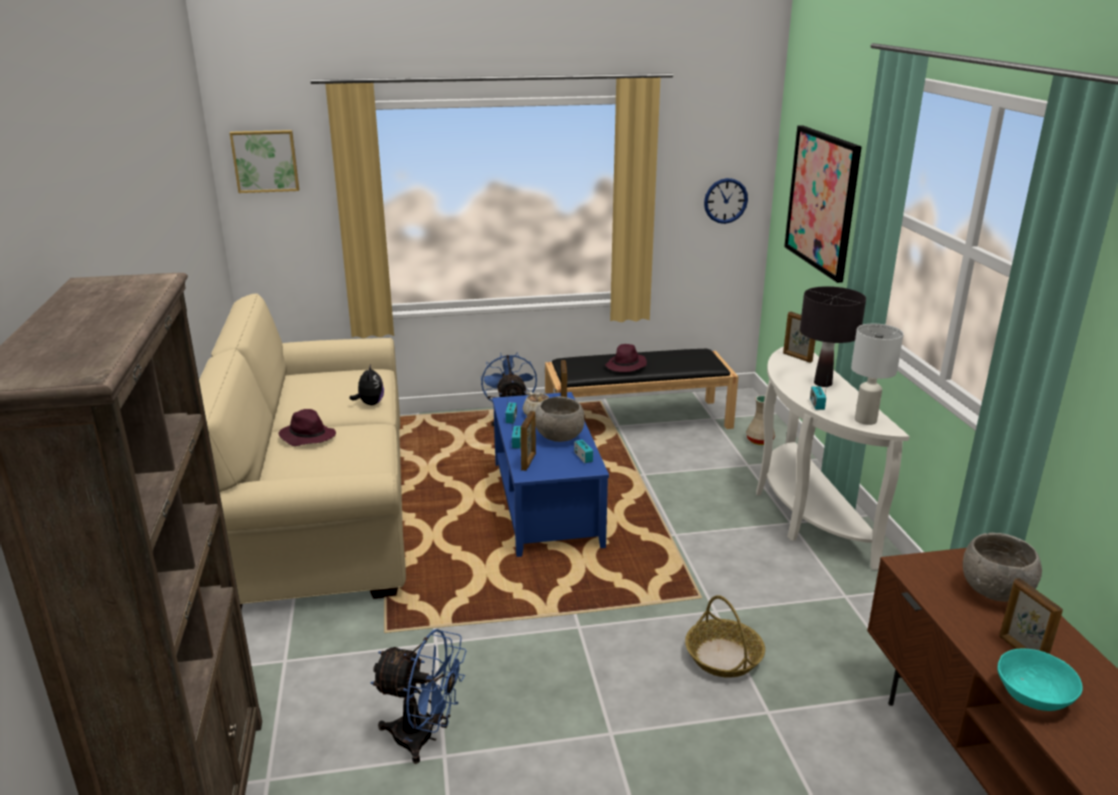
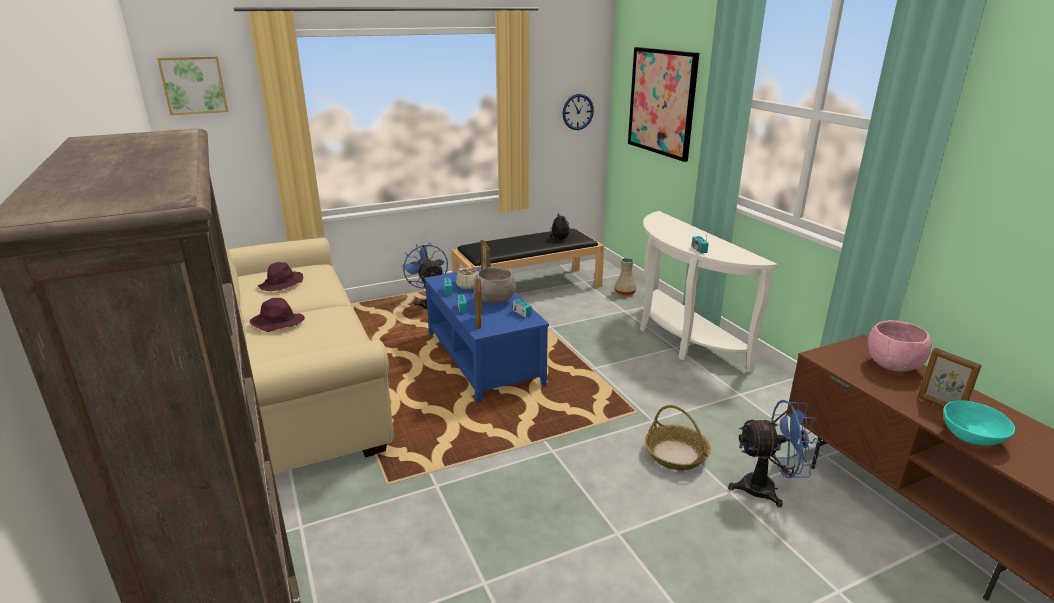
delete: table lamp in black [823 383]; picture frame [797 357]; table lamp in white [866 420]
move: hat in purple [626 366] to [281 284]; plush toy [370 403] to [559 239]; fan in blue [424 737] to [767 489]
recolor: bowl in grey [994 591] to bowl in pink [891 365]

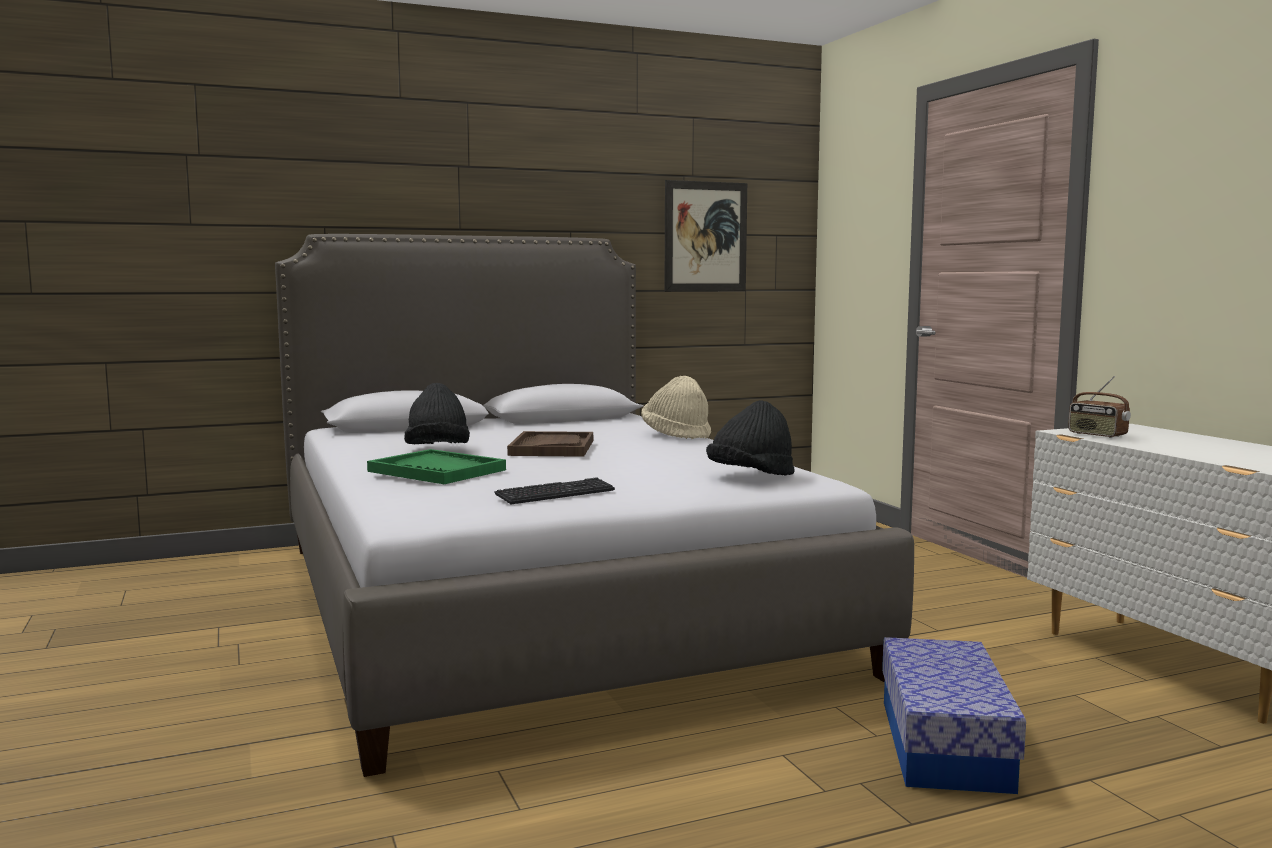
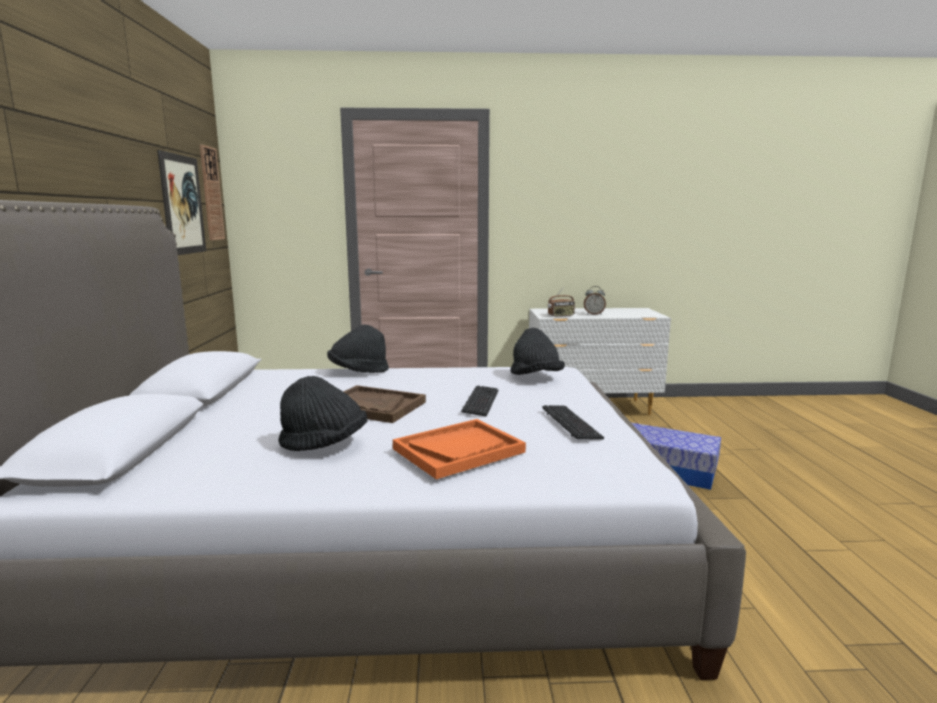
insert: wall clock [211 194]; alarm clock [594 314]; keyboard [481 402]
recolor: hat in beige [676 435] to hat in black [358 372]; tray in green [437 471] to tray in orange [458 450]

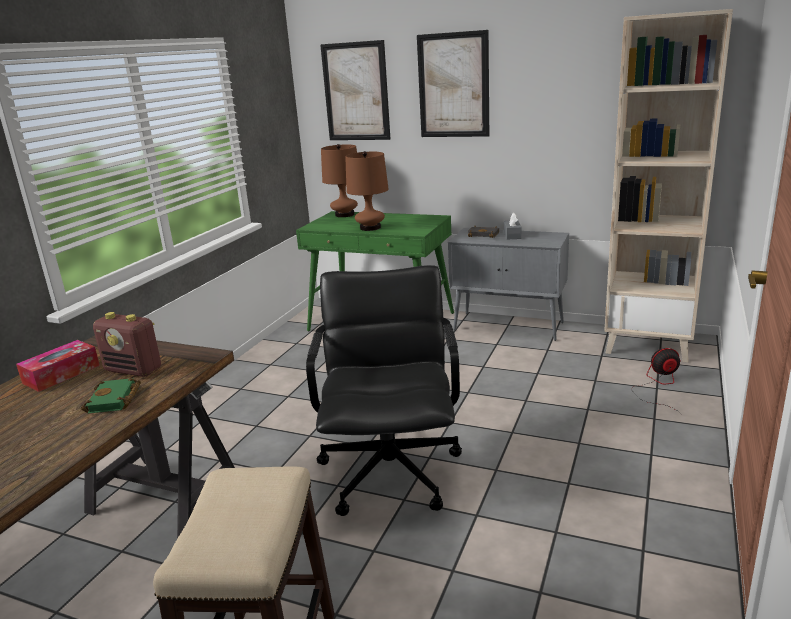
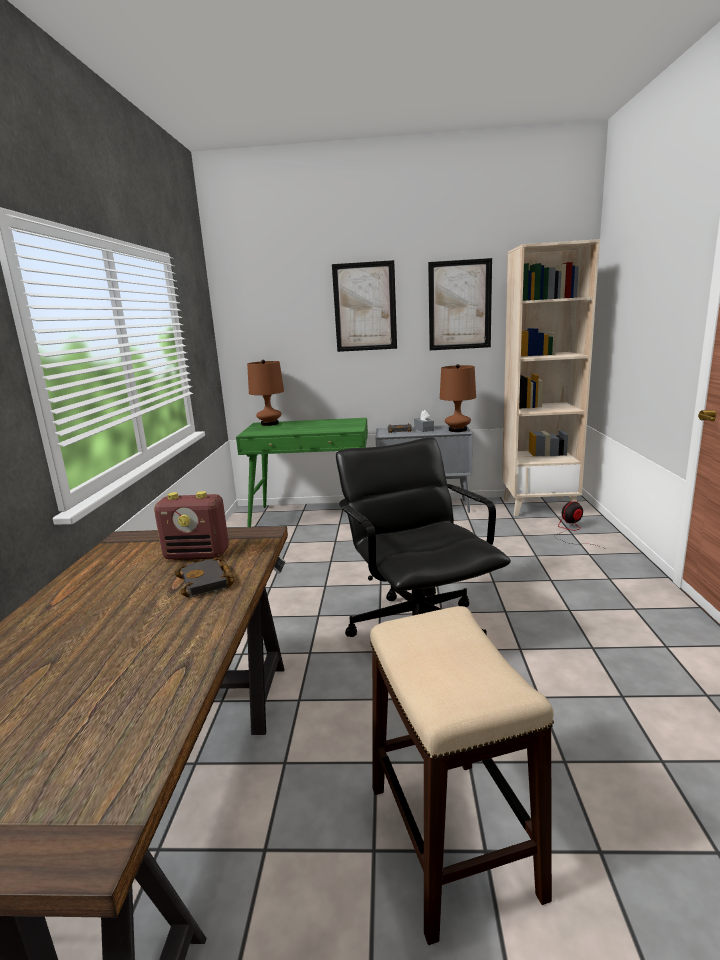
delete: tissue box [61 374]
move: picture [356 92] to [459 305]; table lamp in brown [370 228] to [457 430]
recolor: book in green [115 400] to book in black [207 582]

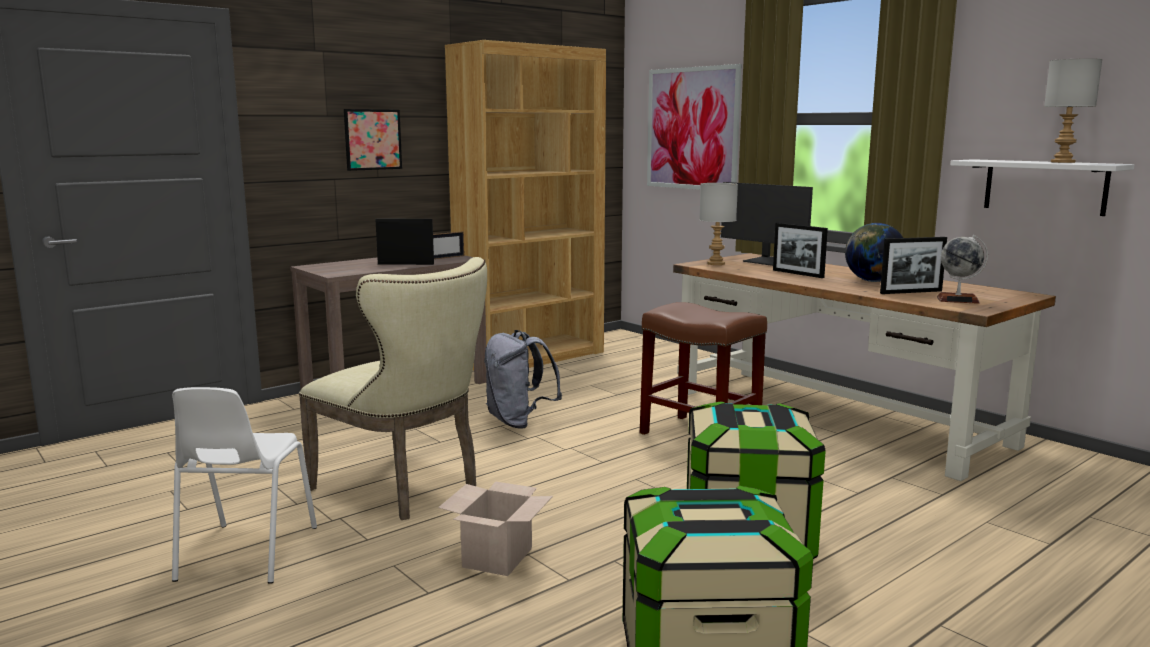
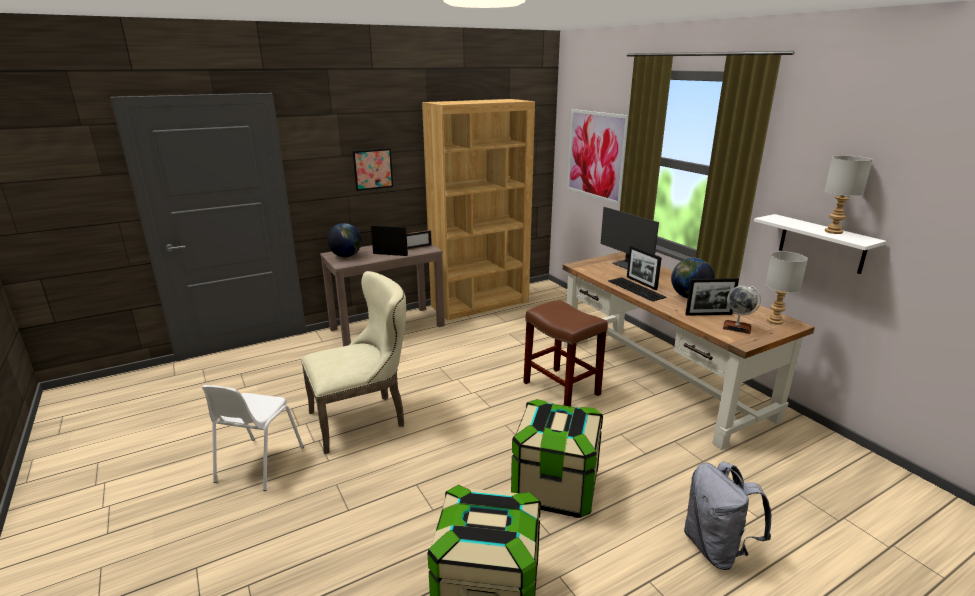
delete: cardboard box [497 556]
insert: globe [346 256]; keyboard [637 289]
move: table lamp in grey [715 263] to [774 321]; backpack in grey [519 422] to [716 548]
rotate: chair in beige [404 488] = [363 419] 75 degrees counterclockwise

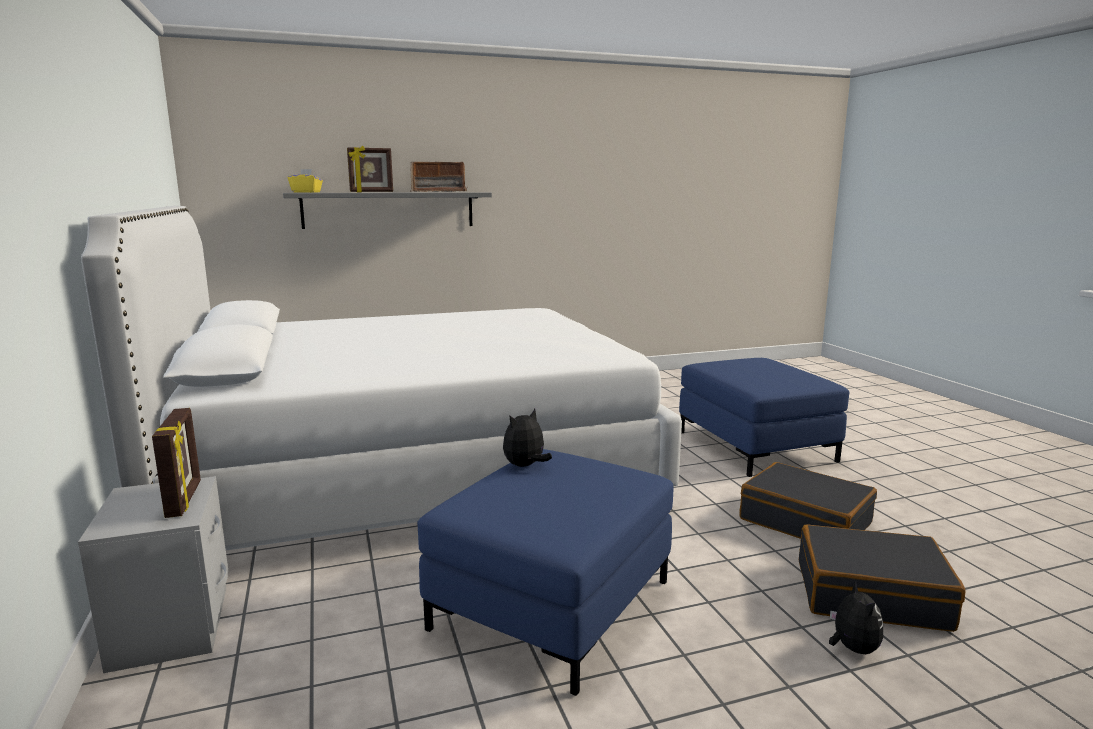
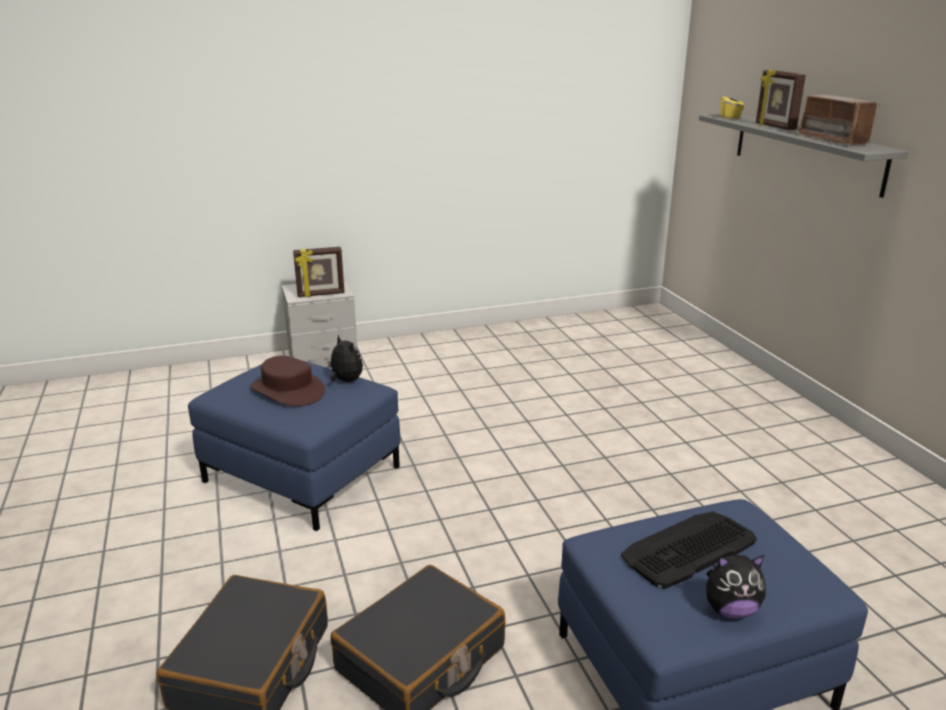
delete: bed in white [413 471]
insert: hat in brown [288 390]; keyboard [688 549]
move: plush toy [852 648] to [730 610]

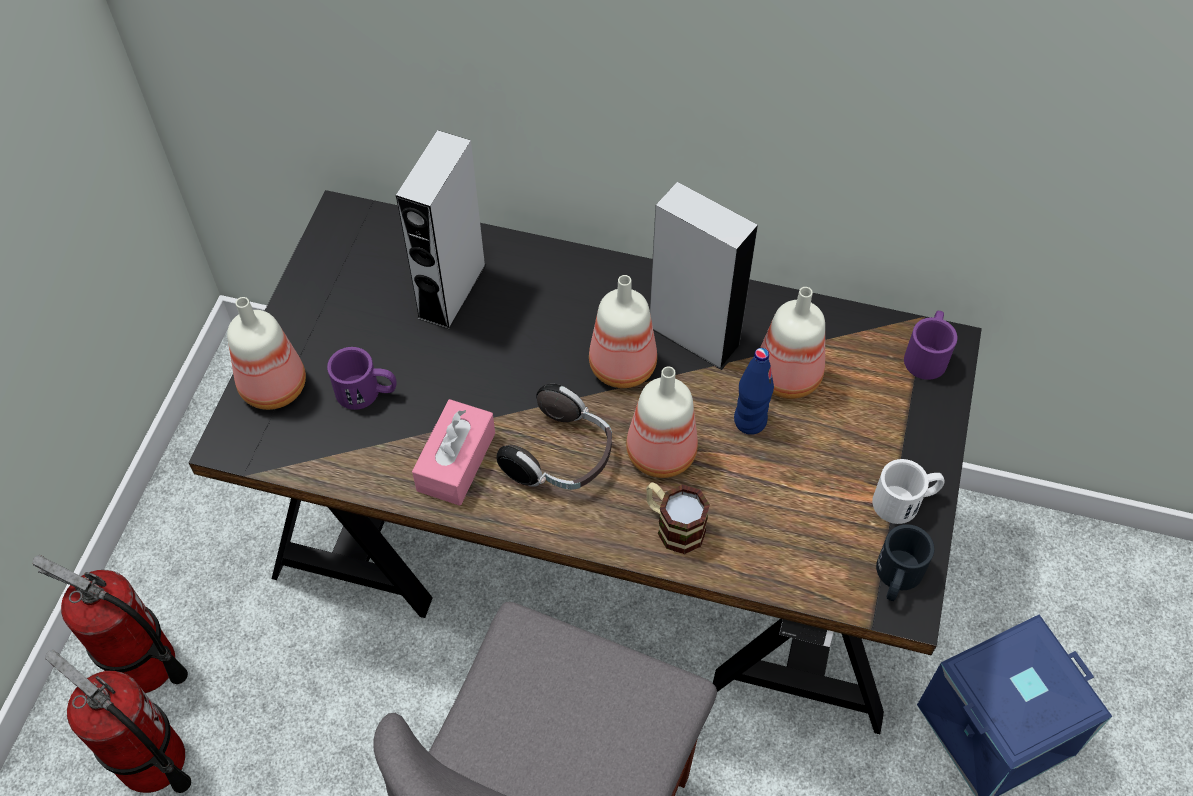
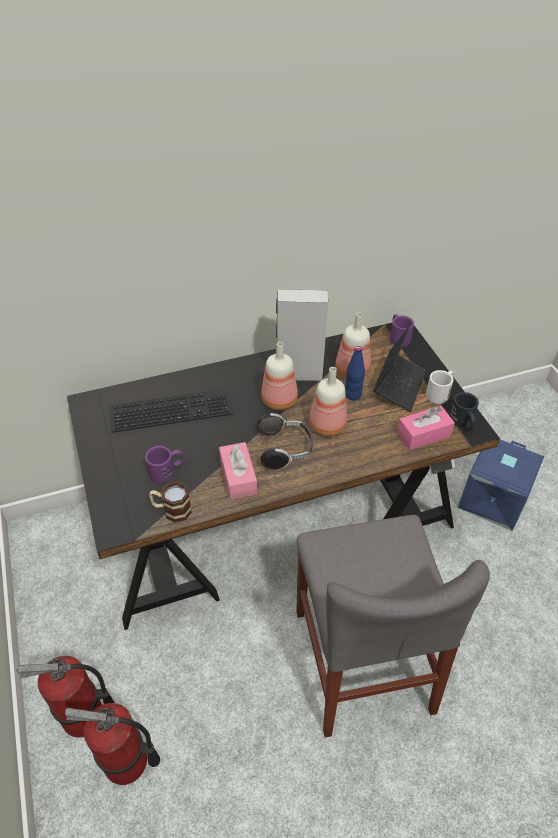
delete: bottle [276 385]
insert: laptop [398 386]; tissue box in pink [423 434]
move: mug [673 525] to [171 510]
replace: speaker in grey [452 291] to keyboard [172 408]

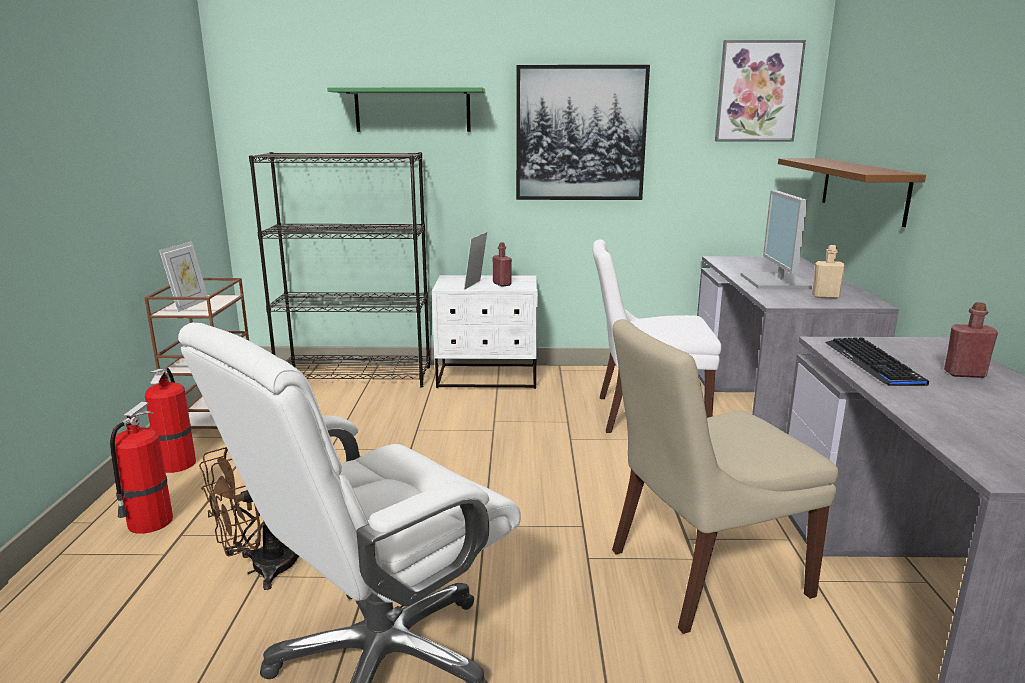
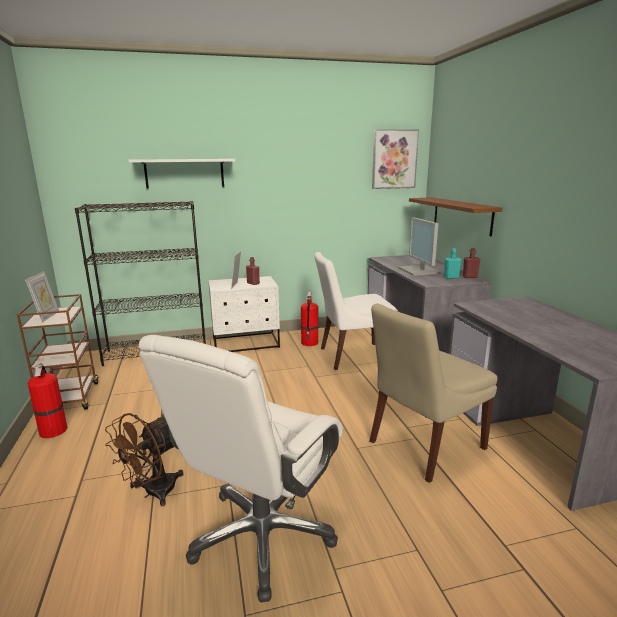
delete: picture [580 134]; keyboard [873 363]
move: bottle in red [964 374] to [470 277]; fire extinguisher [148 523] to [309 343]
recolor: shelf in green [412 110] to shelf in white [184 173]; bottle in beige [825 296] to bottle in turquoise [451 277]

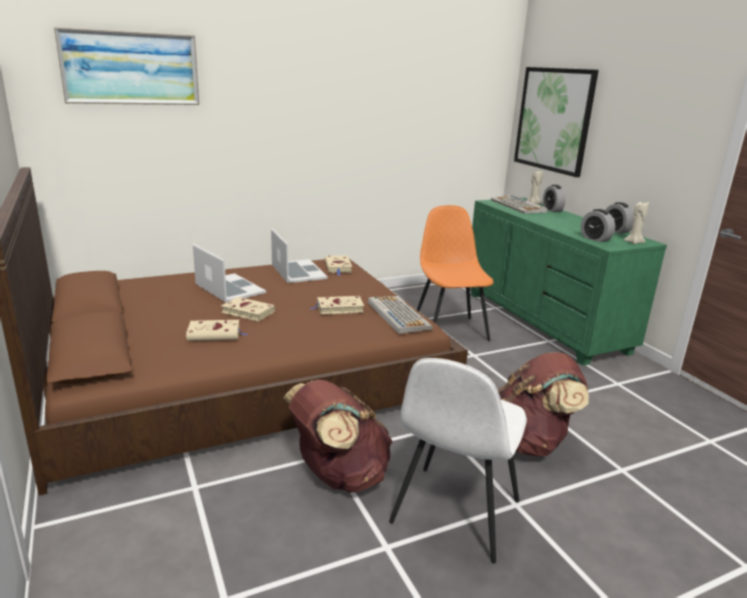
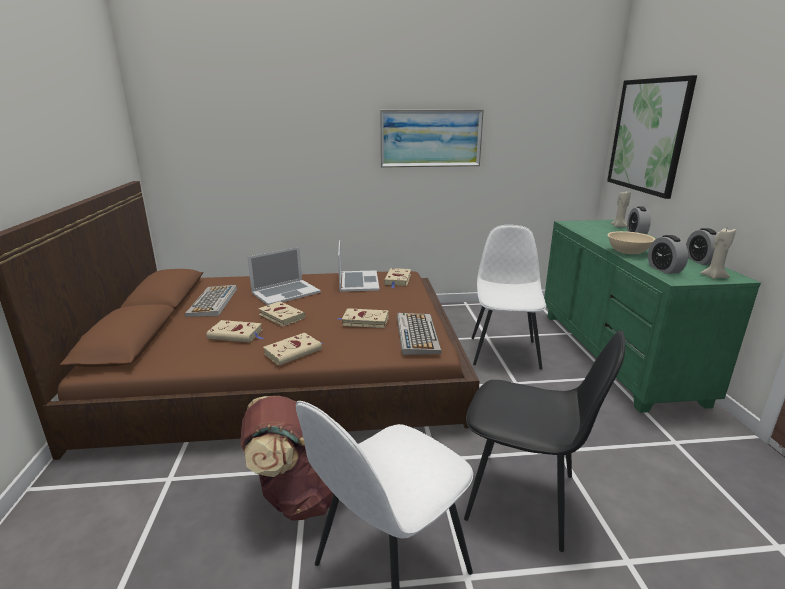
insert: bowl in beige [627 252]; book in beige [294 351]
move: picture [130 68] to [430 138]; keyboard [518 206] to [213 302]
replace: backpack in brown [529 442] to chair in black [524 498]
recolor: chair in orange [449 330] to chair in white [504 351]
rotate: laptop [229 288] = [285 292] 75 degrees clockwise

